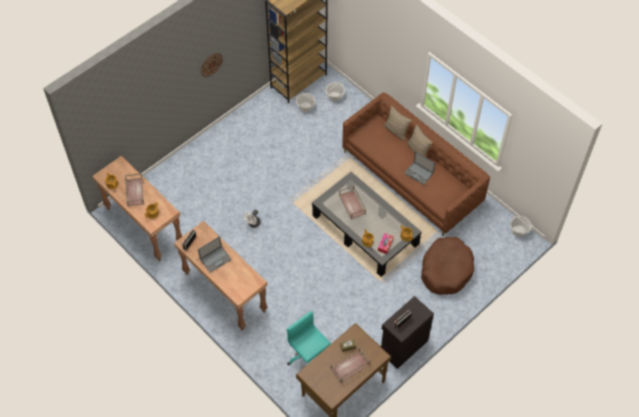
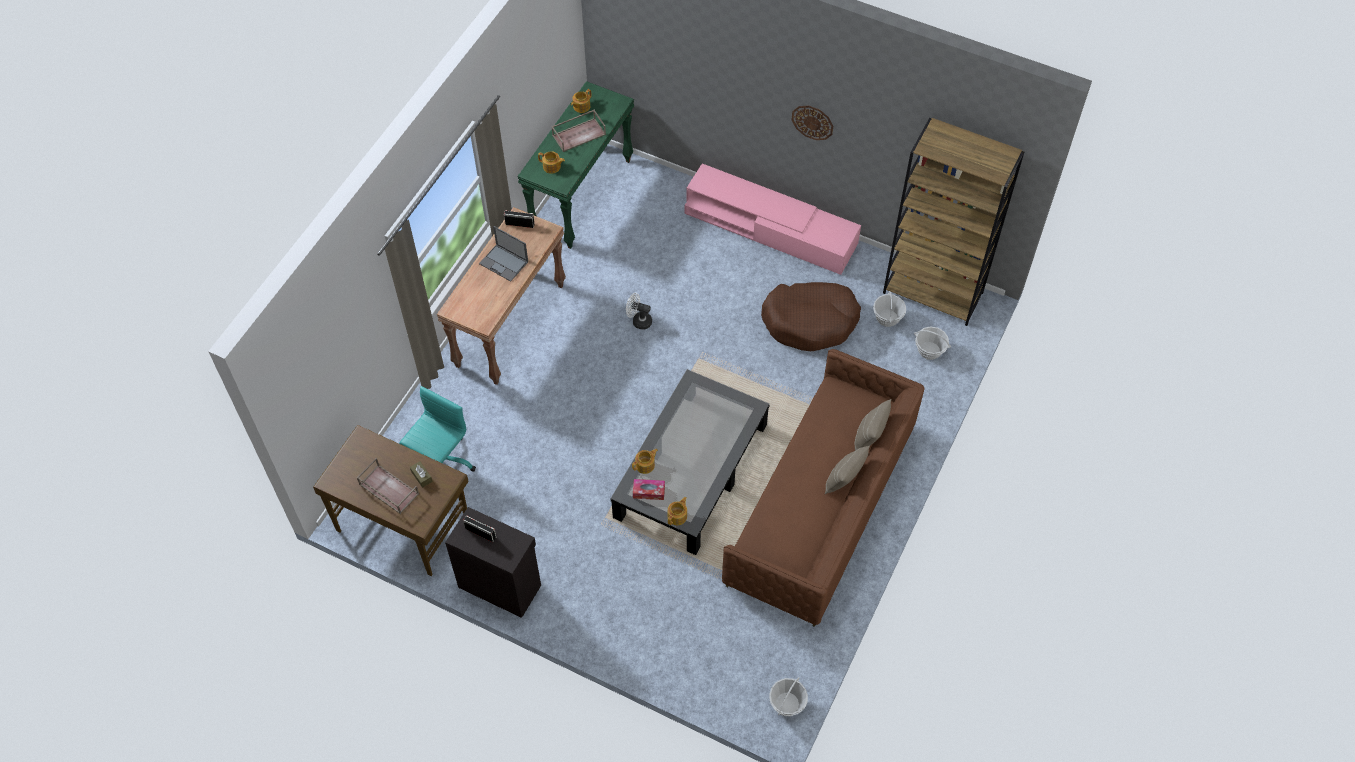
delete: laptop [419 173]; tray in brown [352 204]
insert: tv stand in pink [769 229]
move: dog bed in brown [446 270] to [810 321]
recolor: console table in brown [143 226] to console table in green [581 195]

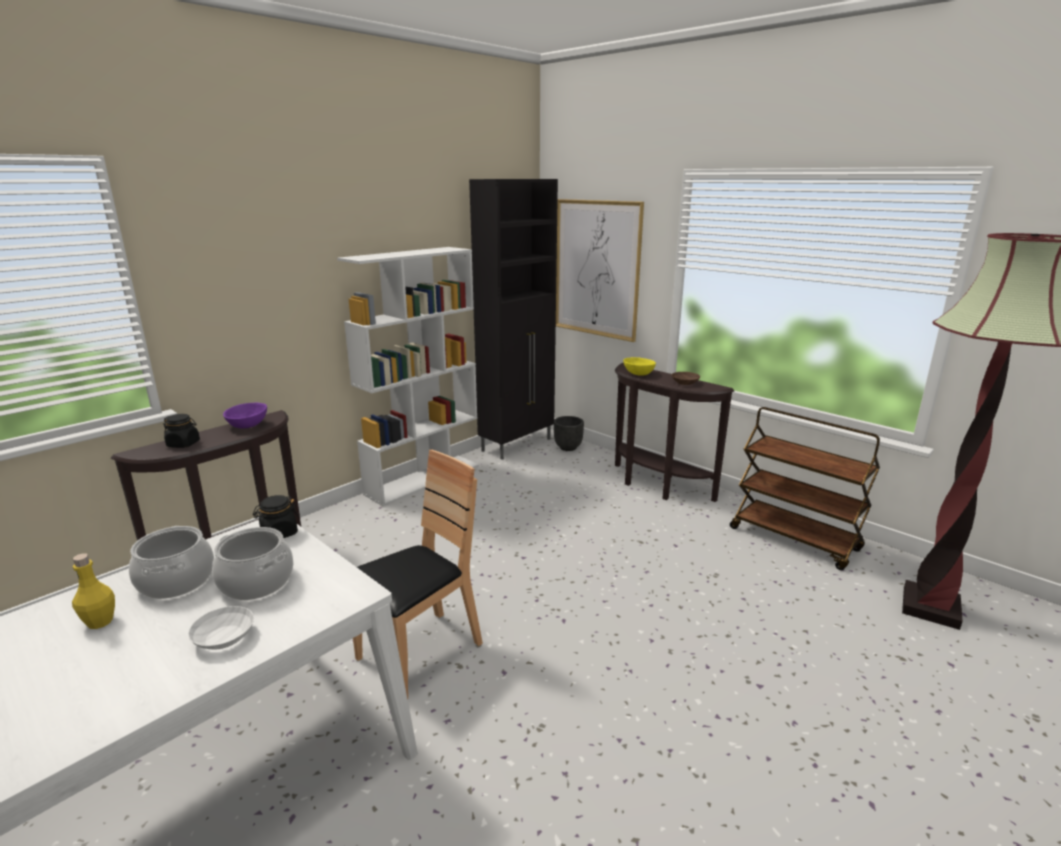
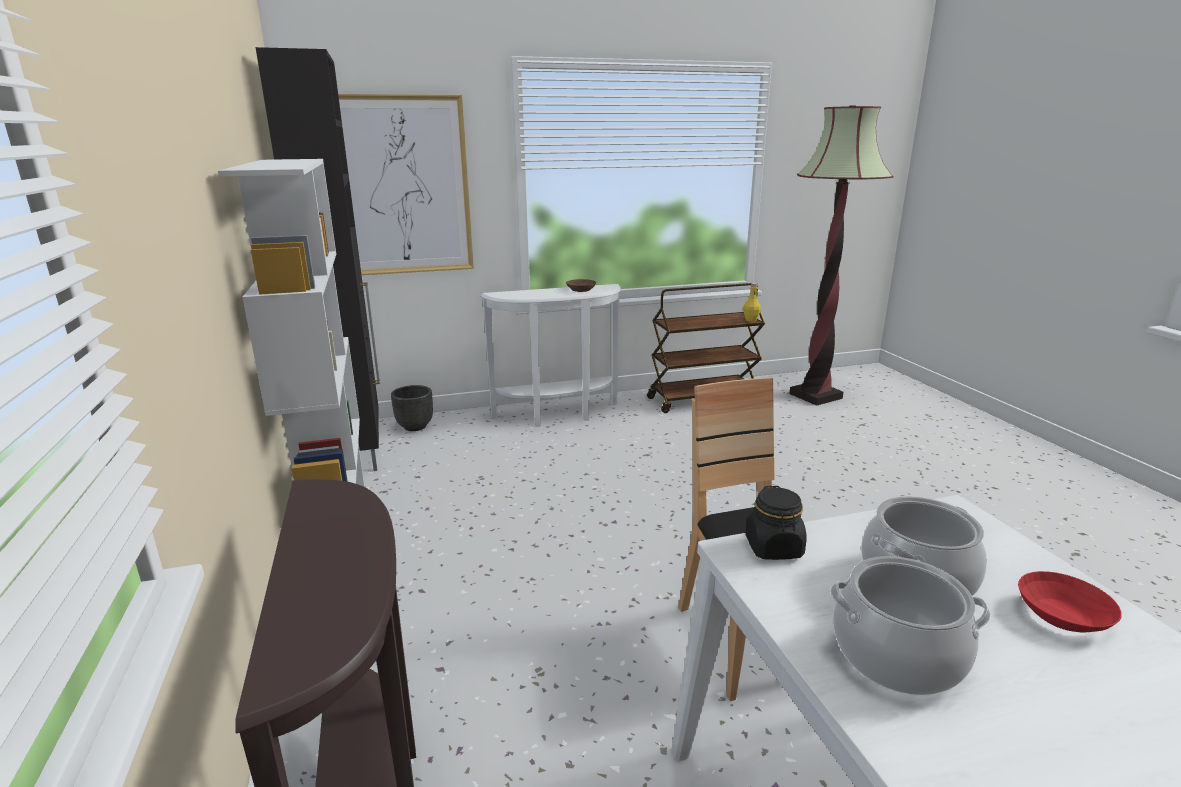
delete: bowl in yellow [638 374]; bowl in purple [248 425]; jar in black [183 444]
move: bottle in yellow [100 622] to [751 320]
recolor: console table in brown [655 486] to console table in white [559 416]; bowl in white [223 638] to bowl in red [1065 617]

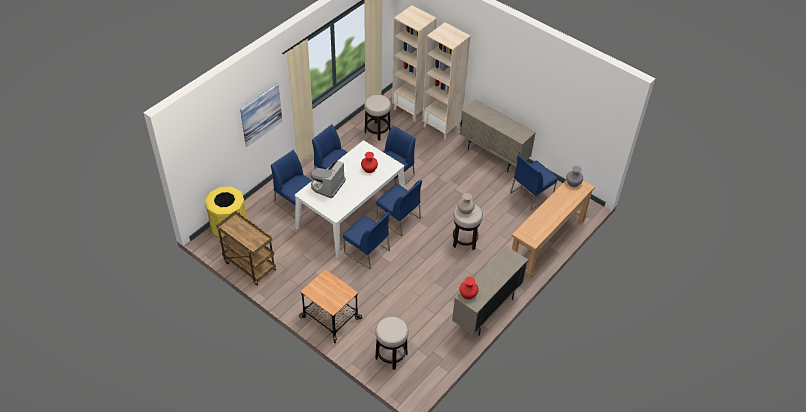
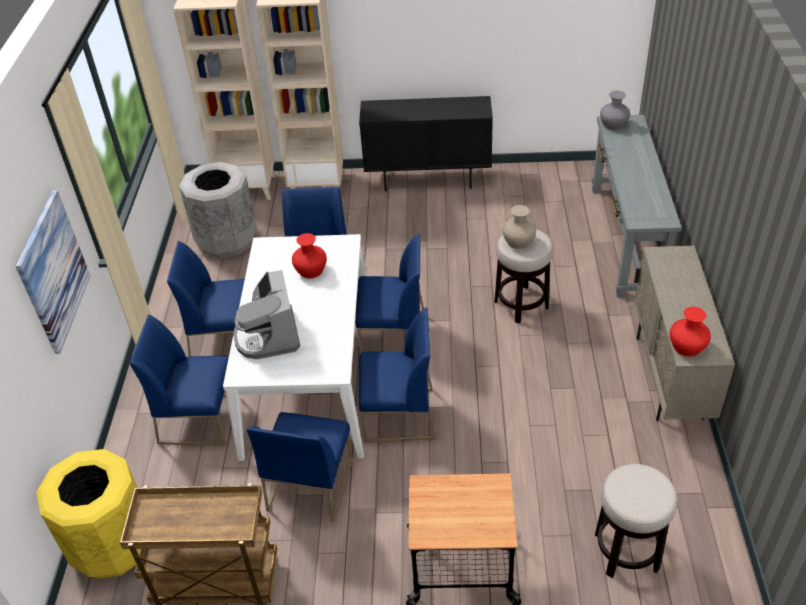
move: chair in blue [531 194] to [310 484]
replace: stool [377 131] to trash can in grey [226 241]
recolor: cabinet in beige [493 155] to cabinet in black [428 179]; console table in brown [547 242] to console table in grey [625 239]

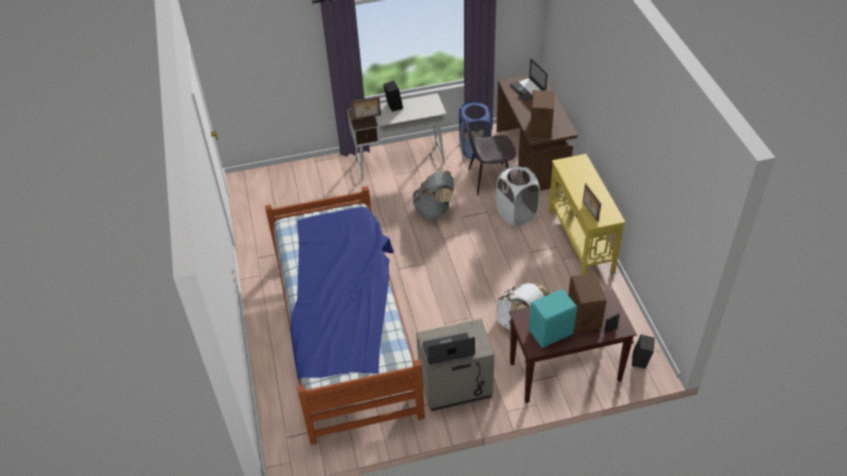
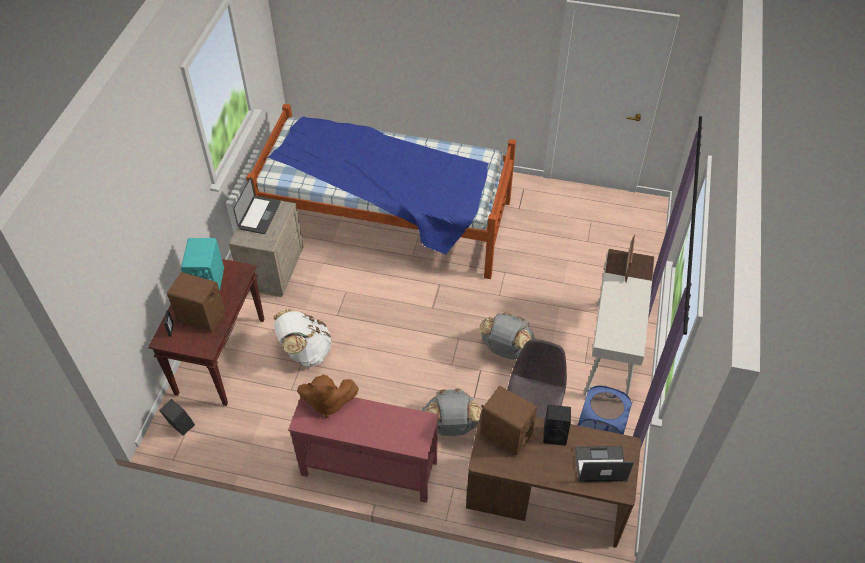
move: speaker in black [393 106] to [555 434]
replace: laundry basket in white [516 214] to backpack in grey [451 425]; picture frame [589 212] to plush toy in brown [327 403]
recolor: console table in yellow [580 241] to console table in red [368 468]

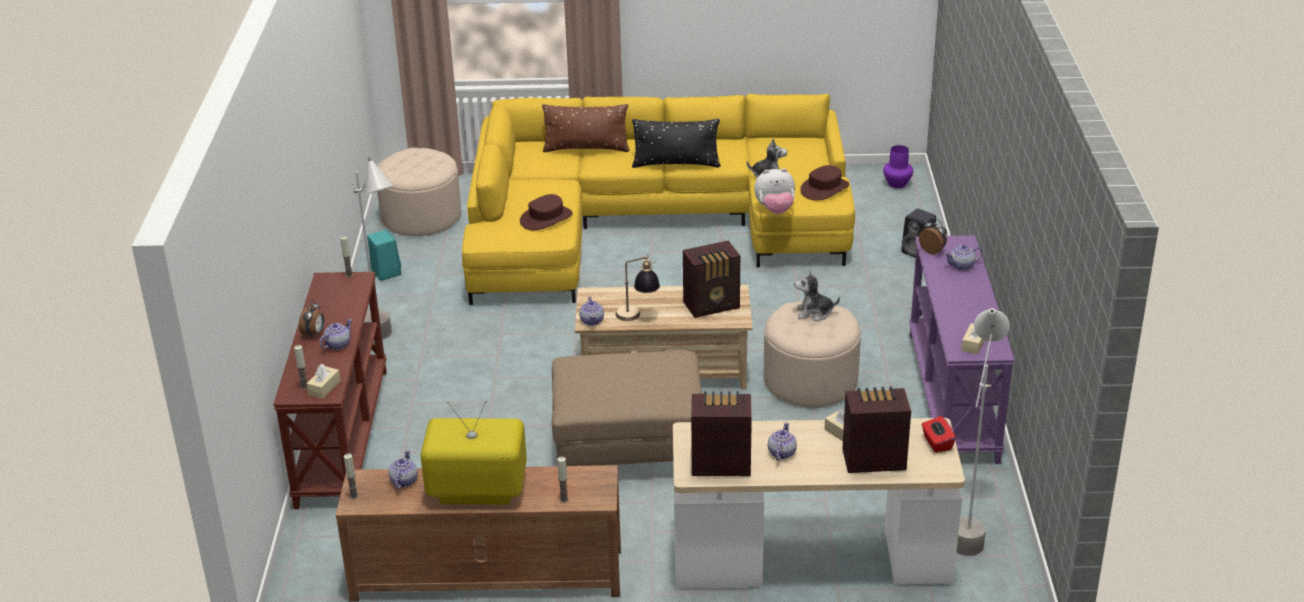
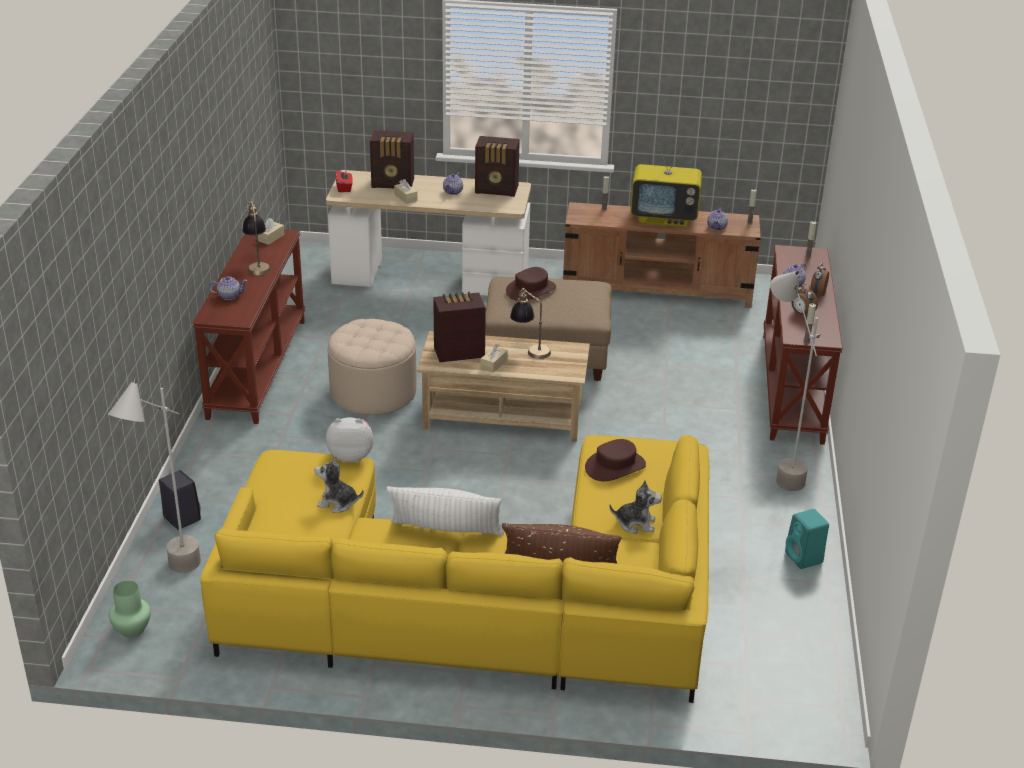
delete: ottoman in beige [421 217]; teapot [592 321]
insert: table lamp [258 265]
move: hat in brown [824 188] to [531 290]; alarm clock [933 250] to [801 314]; plush toy [814 313] to [635 523]; floor lamp in grey [969 526] to [170 578]; tissue box in beige [324 388] to [494 364]
recolor: pillow in black [676 164] to pillow in white [445 534]; vase in purple [897 184] to vase in green [133 629]; console table in purple [954 397] to console table in brown [256 367]

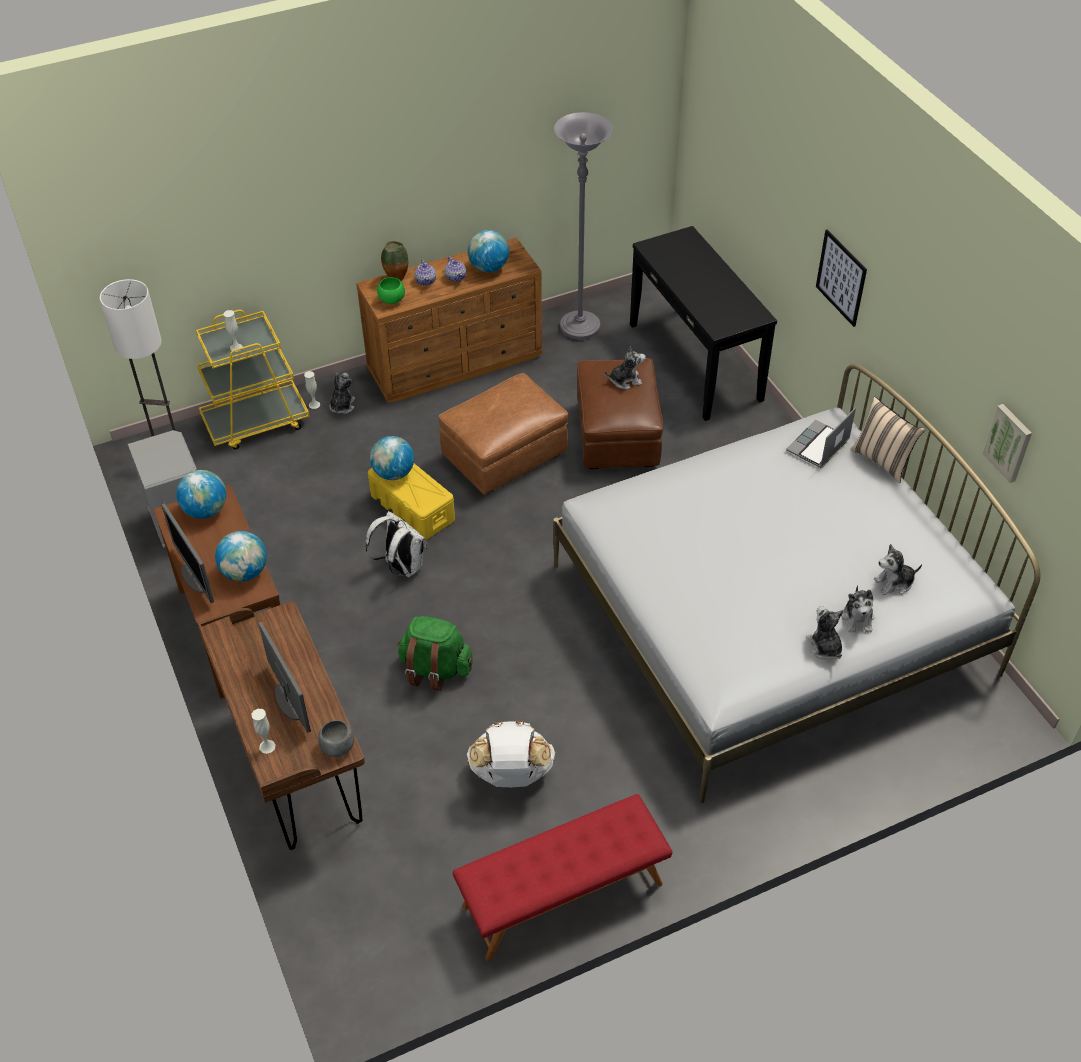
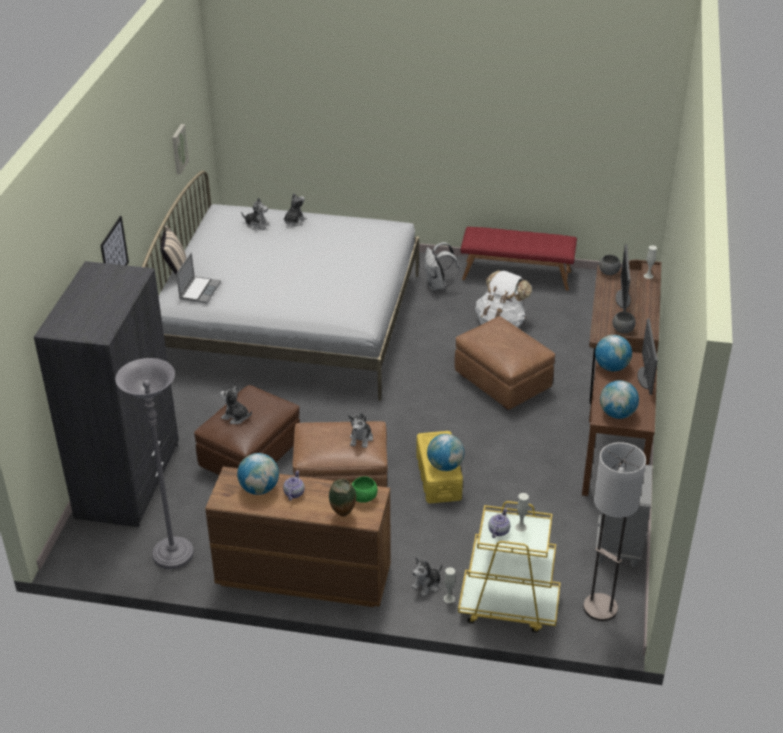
insert: bowl in grey [622 330]
move: teapot [426 281] to [498 531]; backpack in white [401 567] to [438 286]; plush toy [824 647] to [361 438]
replace: console table in black [695 361] to wardrobe in grey [129 480]; backpack in green [435 669] to ottoman in brown [502 382]
rotate: laptop [818 446] = [199 290] 60 degrees counterclockwise

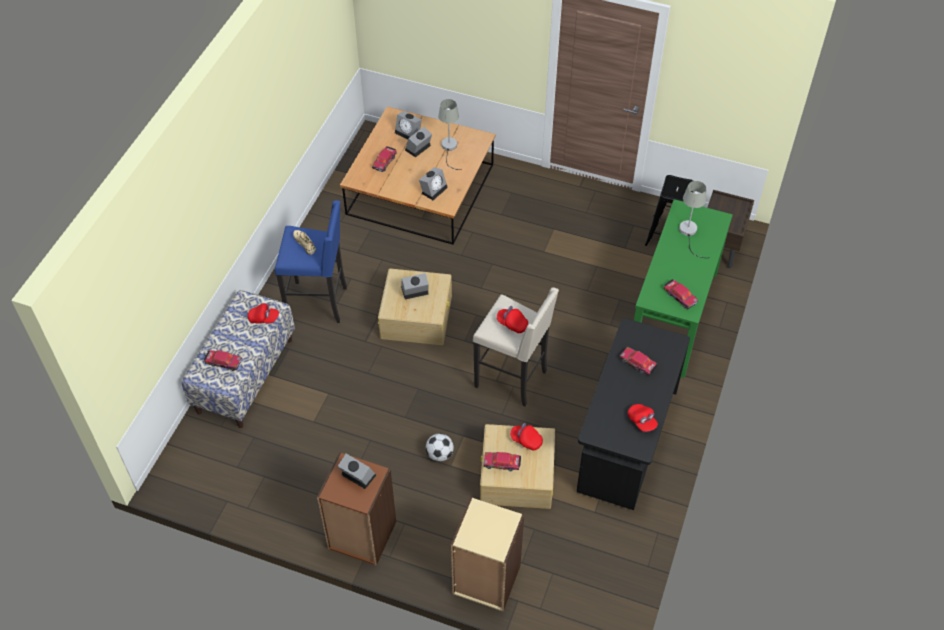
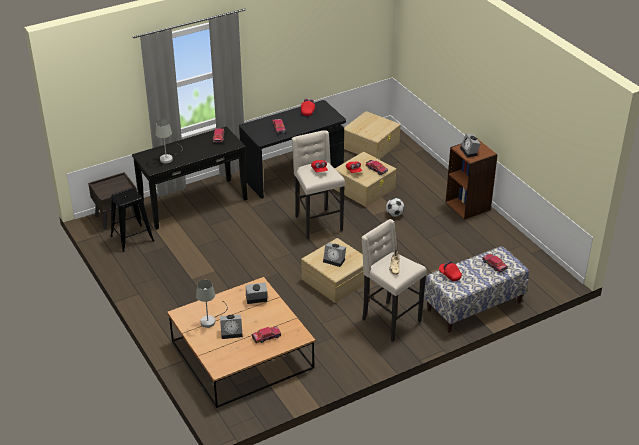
delete: alarm clock [409 132]; bookcase in beige [486 580]
insert: storage box in beige [371 145]
recolor: console table in green [673 316] to console table in black [193 203]; stool in blue [319 303] to stool in beige [389 320]

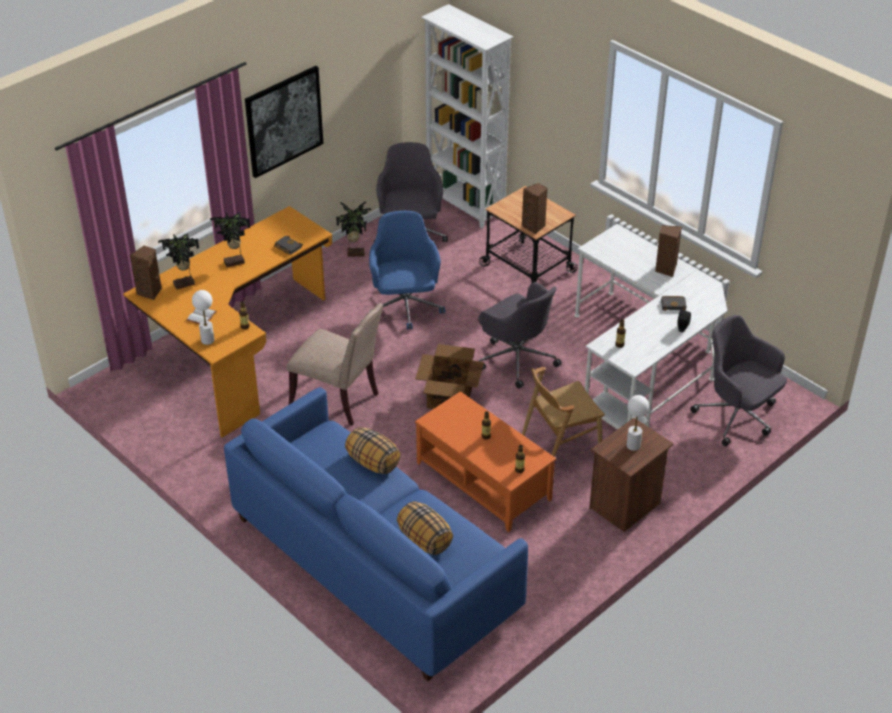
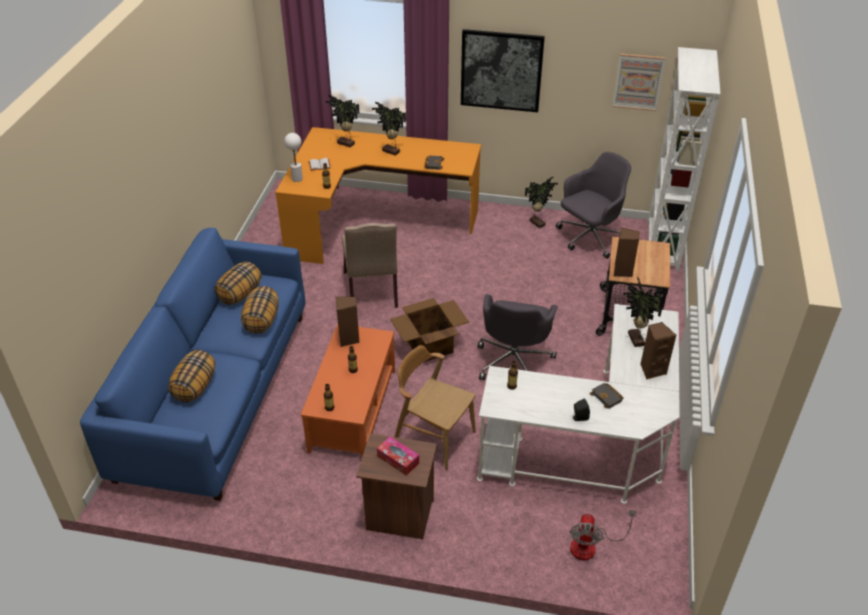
delete: office chair in blue [405 308]
insert: picture [638 82]; pillow [240 294]; potted plant [634 340]
move: speaker in brown [150 292] to [349 339]
replace: office chair in grey [737 417] to fan [591 545]; table lamp in white [633 445] to tissue box [398 460]

